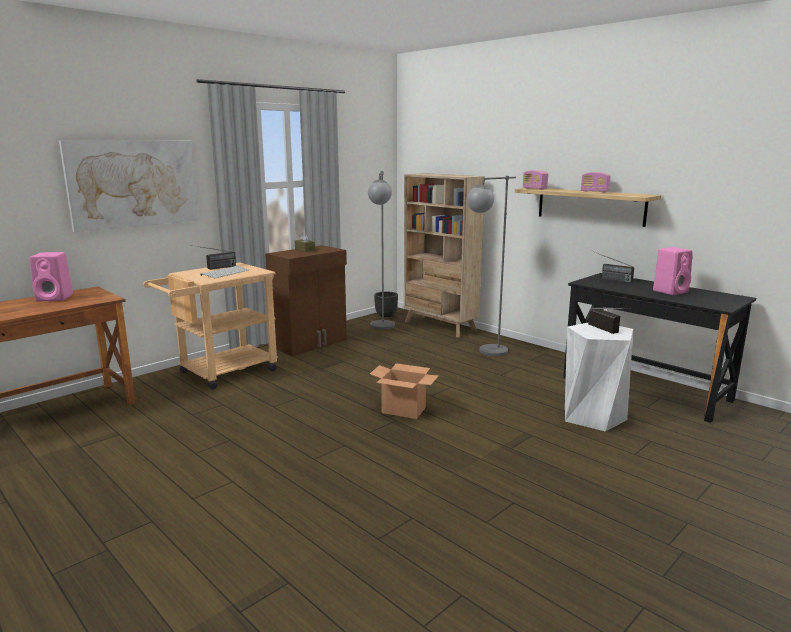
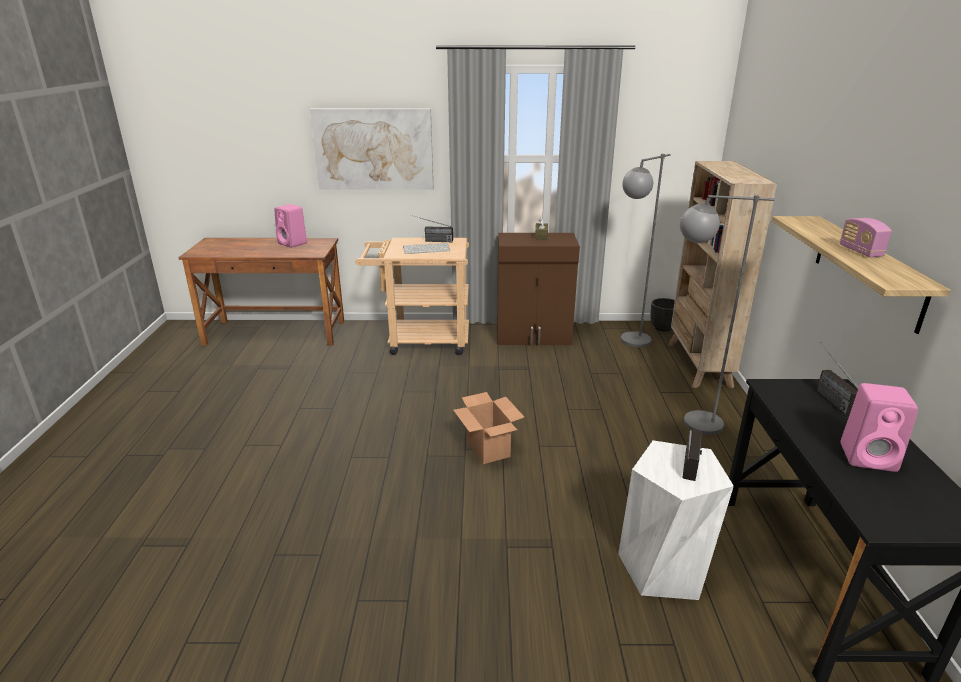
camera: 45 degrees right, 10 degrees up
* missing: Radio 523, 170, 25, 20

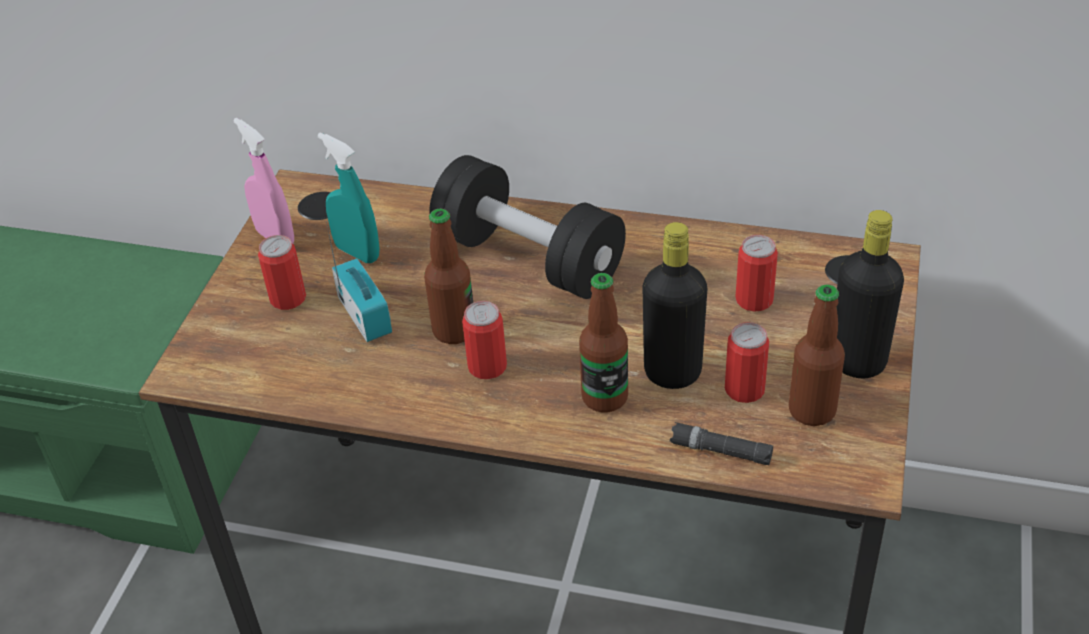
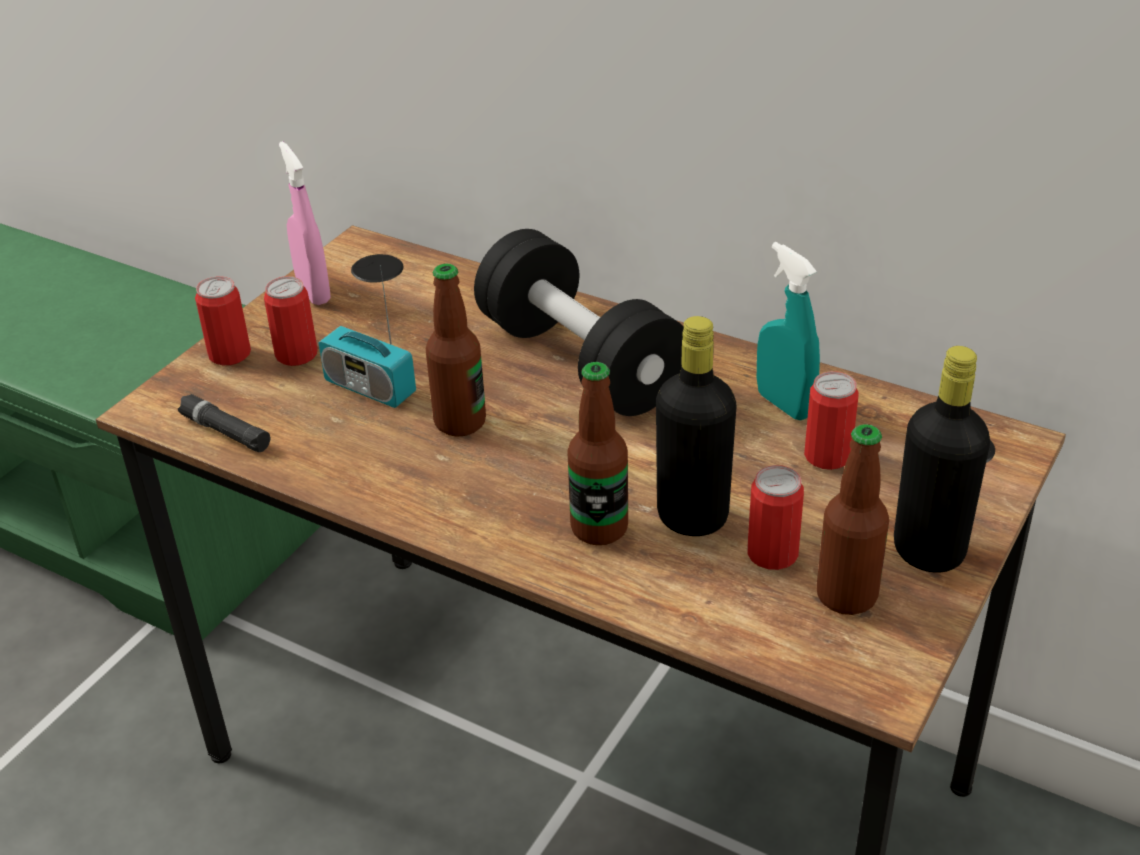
camera: 15 degrees right, 5 degrees down
* relocated: Sprühflasche (türkis) 318, 132, 62, 131 to 757, 242, 63, 178
* relocated: Dose 462, 301, 45, 78 to 195, 276, 56, 89
* relocated: Taschenlampe (schwarz) 670, 422, 103, 43 to 178, 394, 92, 58
* spun: Radio 326, 221, 66, 121 = 319, 265, 97, 143 135 degrees clockwise

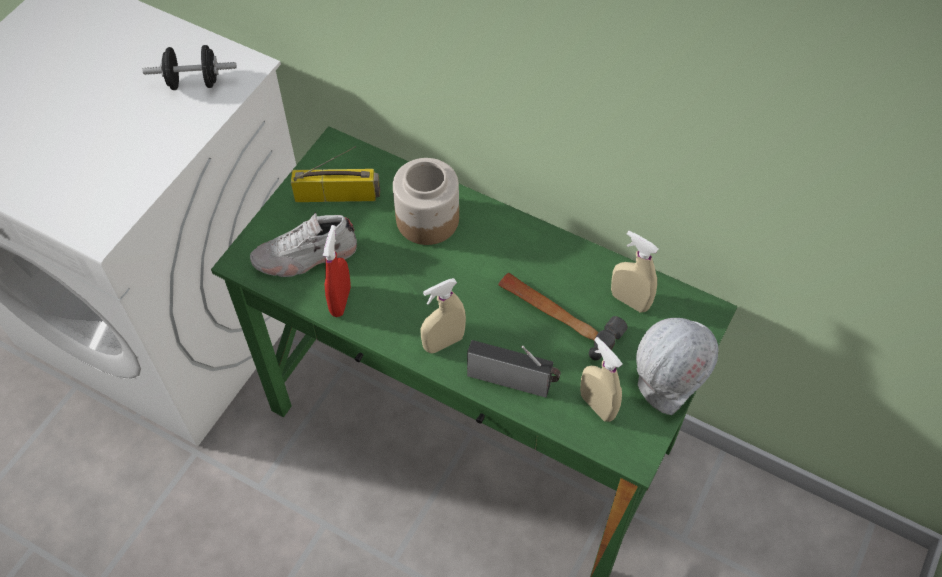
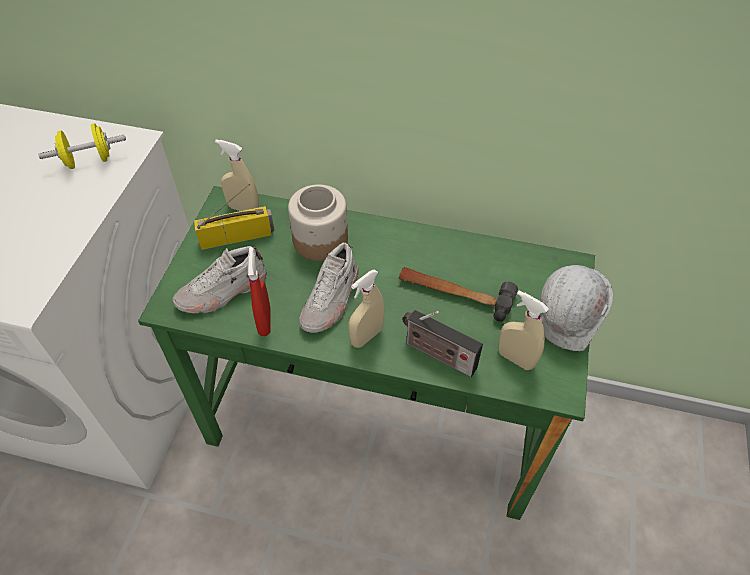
camera: 15 degrees left, 5 degrees down
* appeared: Schuh (weiß) 299, 242, 60, 91
* relocated: Sprühflasche (beige) 611, 231, 47, 82 to 215, 139, 44, 72
* colour: Hantel (schwarz) 143, 45, 94, 45 to Hantel (gelb) 38, 123, 88, 46
* spun: Radio 467, 340, 94, 57 = 402, 310, 81, 67 150 degrees counterclockwise

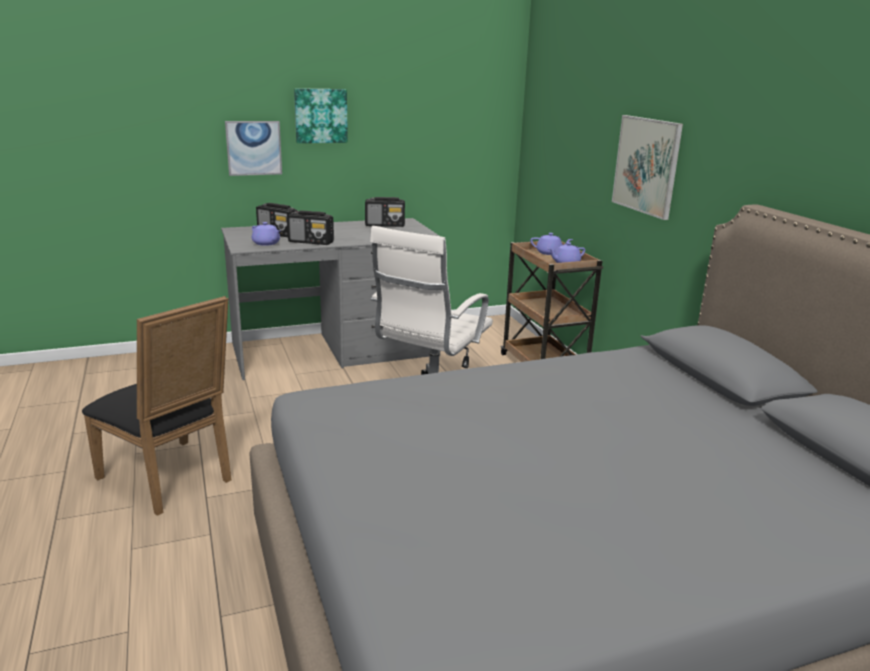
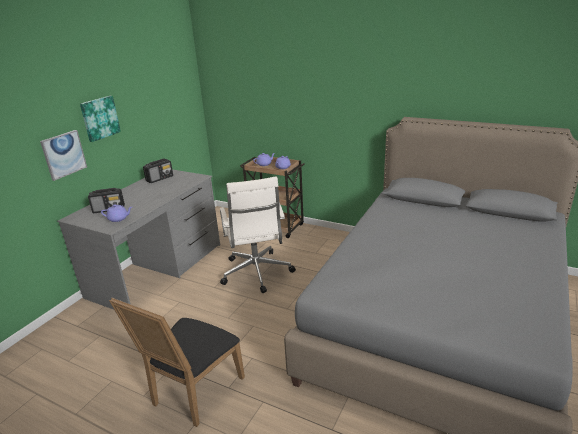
camera: 40 degrees left, 5 degrees up
* missing: Radio 287, 210, 47, 35
* missing: Bild 612, 115, 71, 105
* spun: Stuhl (schwarz) 82, 296, 149, 220 = 109, 298, 136, 129 120 degrees clockwise

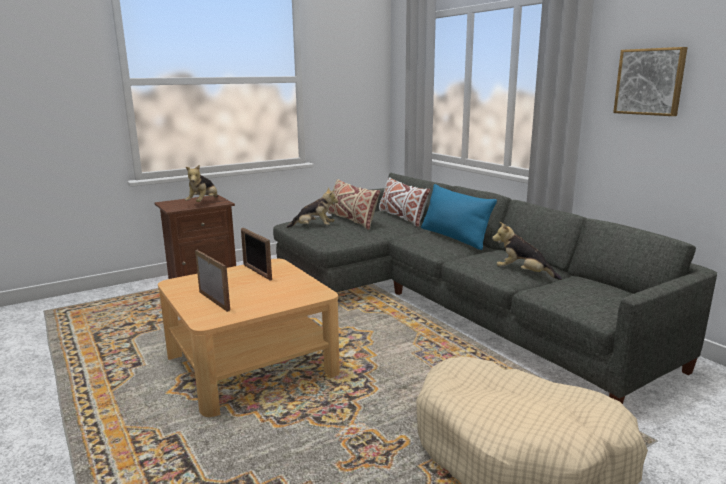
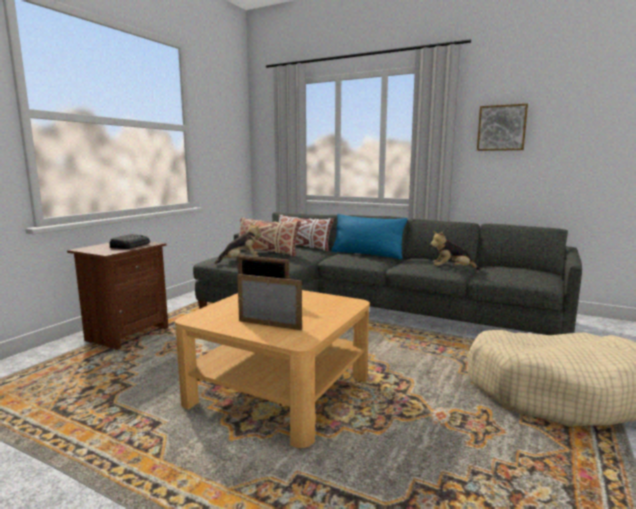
camera: 30 degrees left, 5 degrees down
* exchanged: Plüschtier 185, 165, 32, 37 to Radio 110, 234, 40, 15

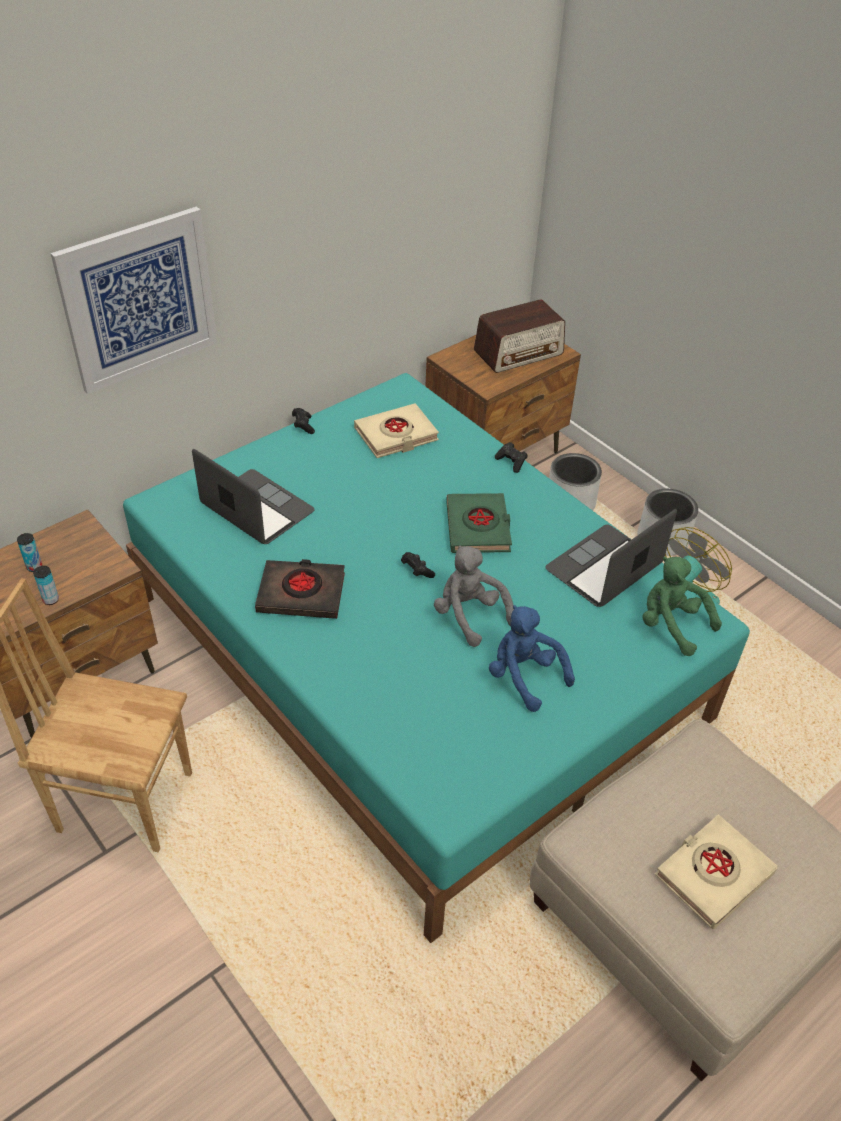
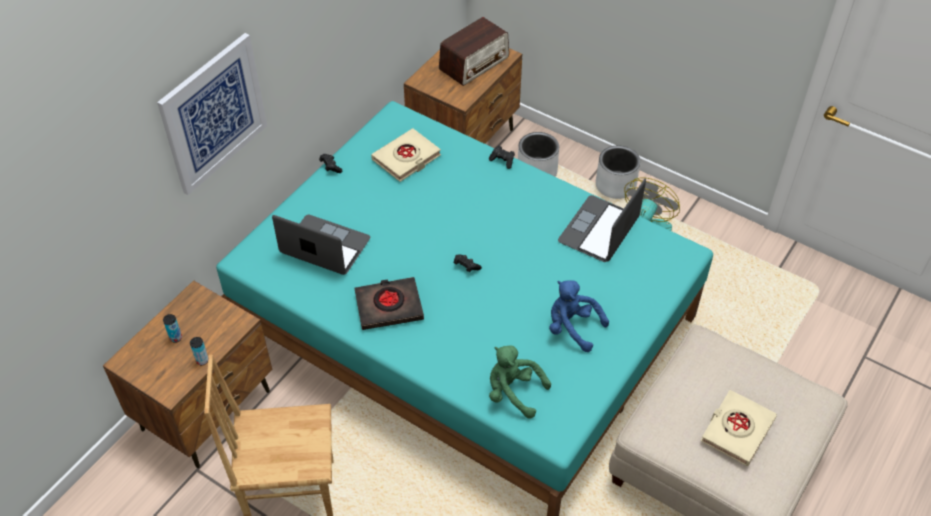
camera: 15 degrees left, 5 degrees up
* missing: Plüschtier (grau) 434, 545, 80, 102
* missing: Buch (grün) 446, 493, 66, 60
* relocated: Plüschtier (grün) 643, 557, 79, 99 to 489, 345, 62, 74

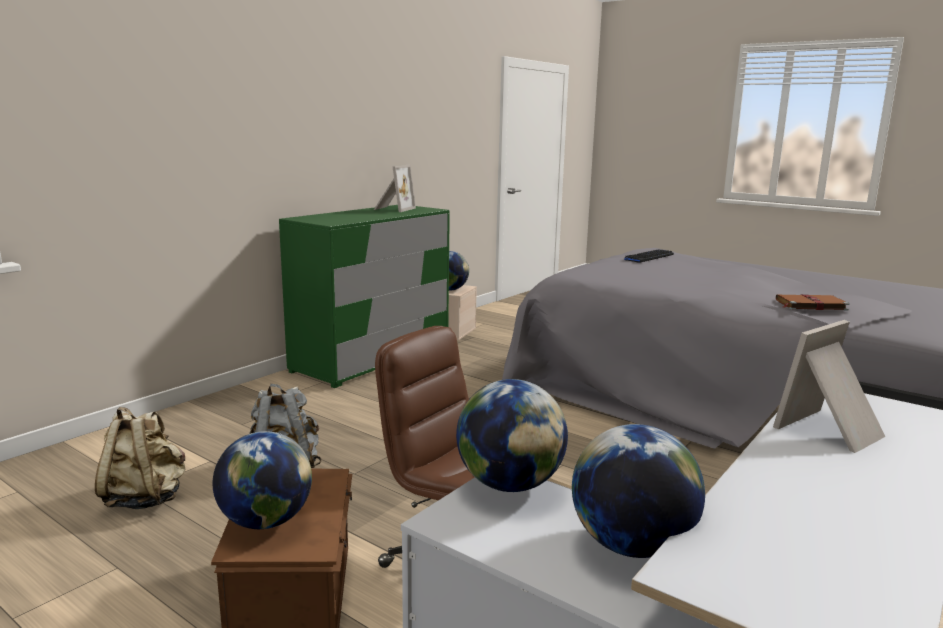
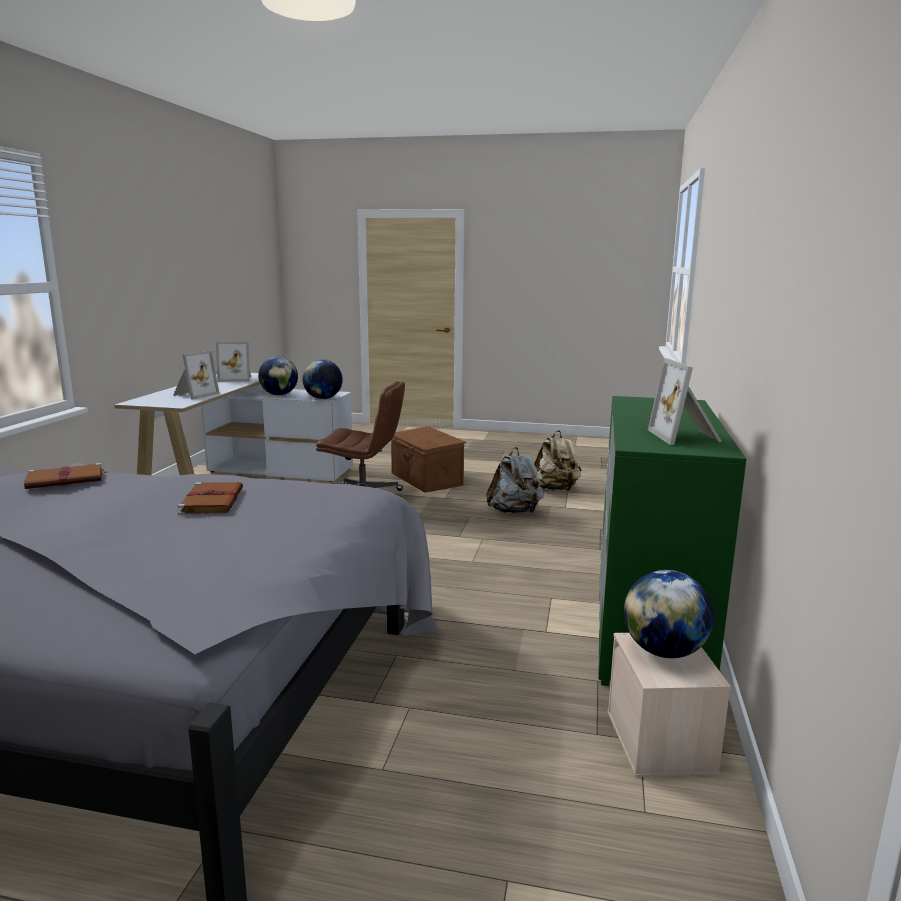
camera: 155 degrees right, 0 degrees up
* missing: Globus 213, 431, 99, 98
* missing: Tastatur 624, 249, 50, 14
* appeared: Buch (braun) 178, 482, 65, 33
* appeared: Bilderrahmen 216, 342, 35, 40

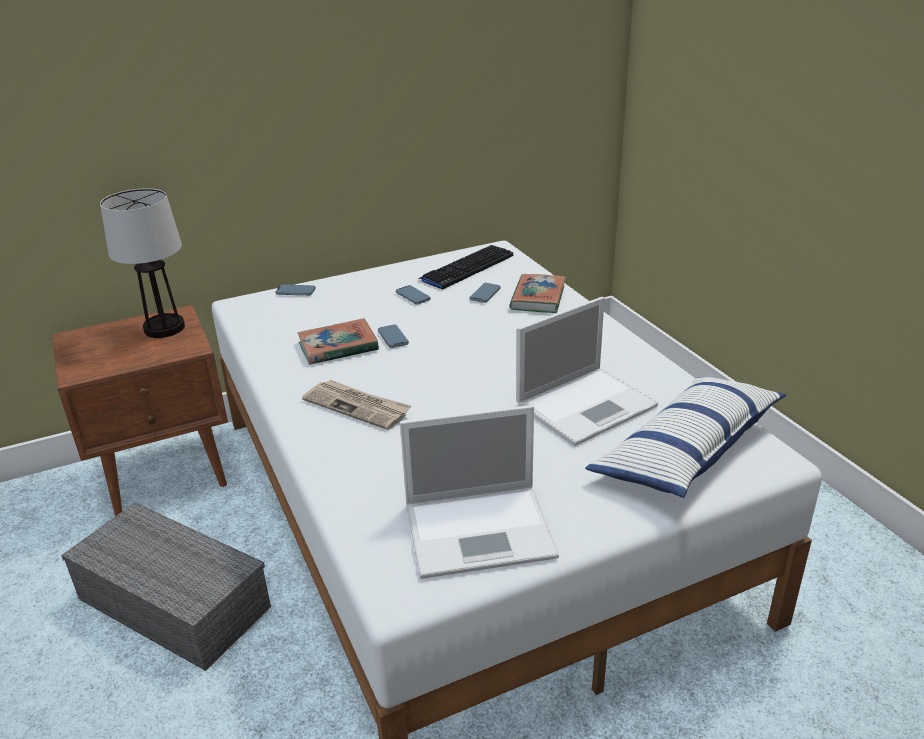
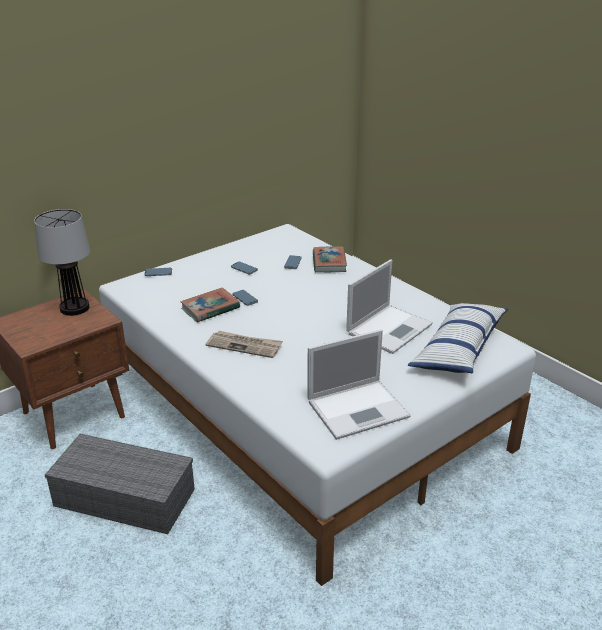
camera: 15 degrees left, 0 degrees up
* missing: Tastatur 418, 245, 95, 45

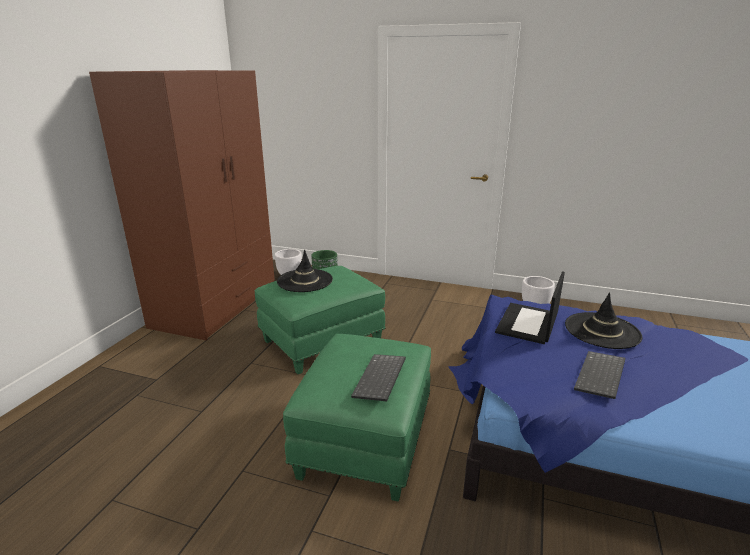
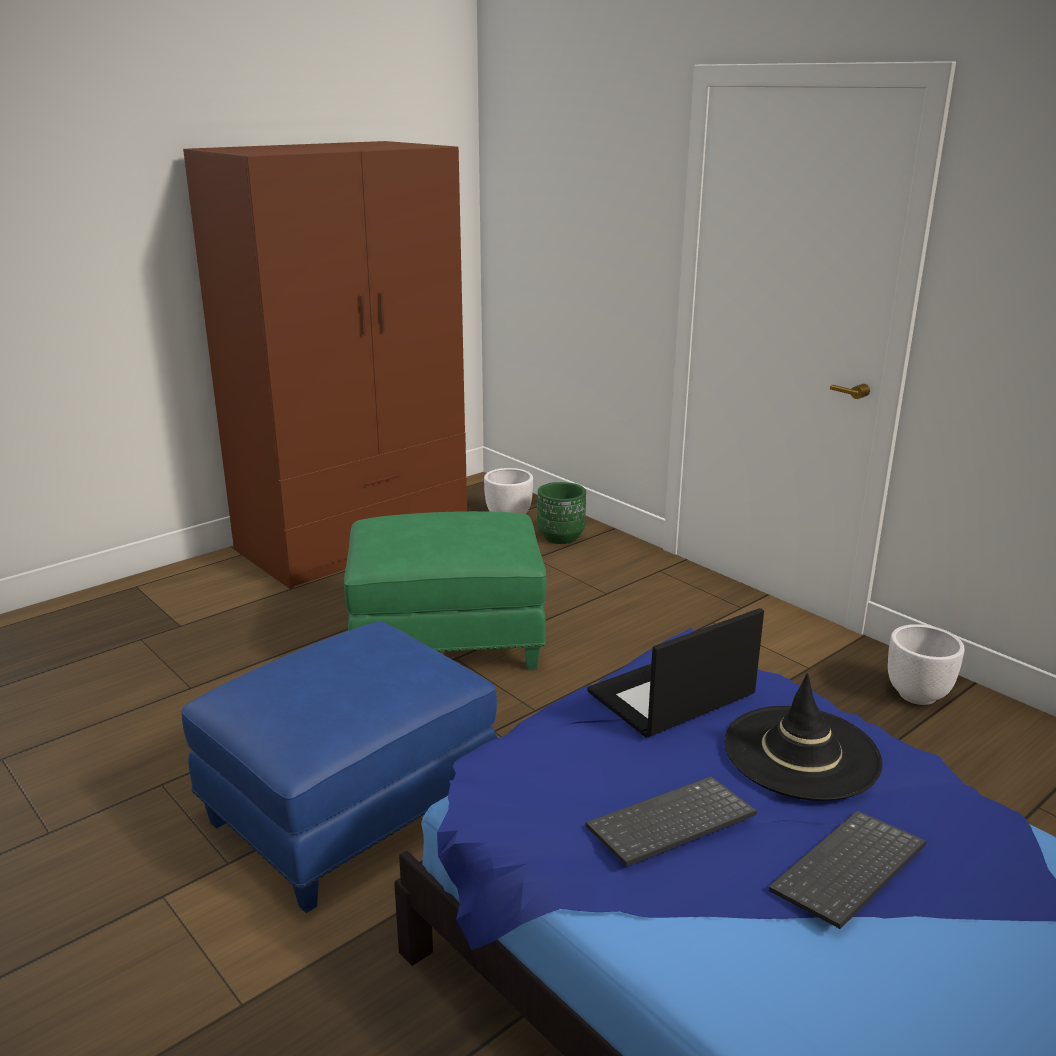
camera: 30 degrees right, 0 degrees up
* missing: Hut (schwarz) 277, 250, 56, 42
* relocated: Tastatur 351, 354, 55, 47 to 769, 811, 157, 118
* colour: Polsterhocker (grün) 283, 334, 148, 168 to Polsterhocker (blau) 181, 621, 316, 292

